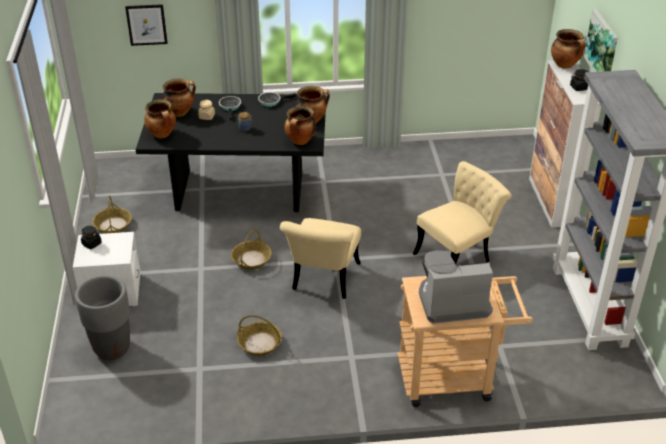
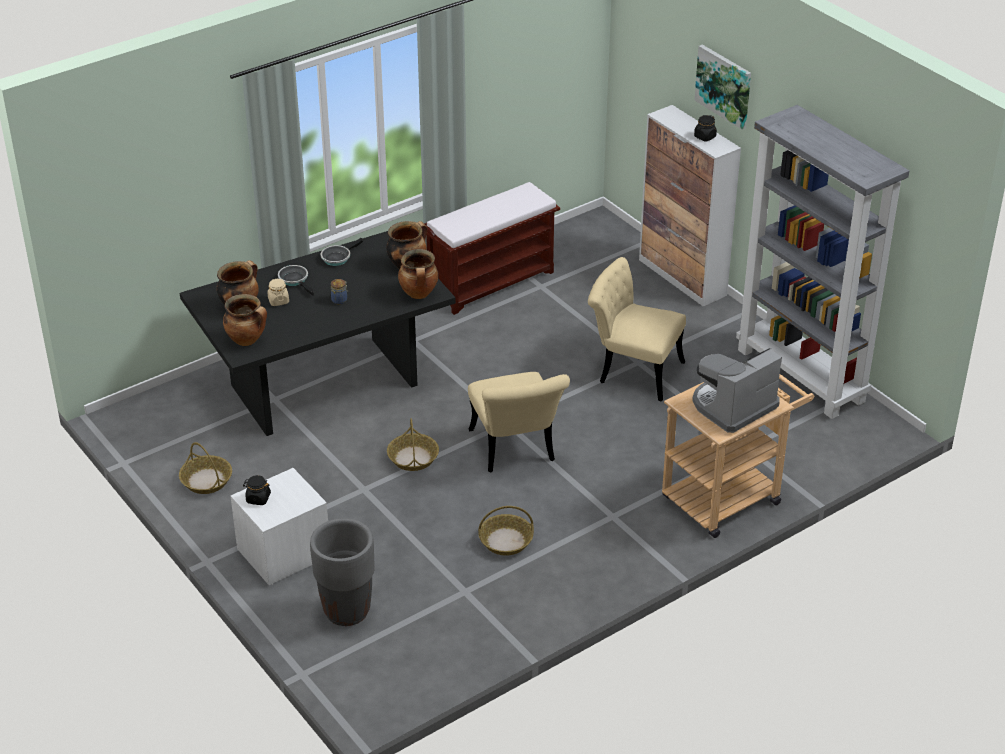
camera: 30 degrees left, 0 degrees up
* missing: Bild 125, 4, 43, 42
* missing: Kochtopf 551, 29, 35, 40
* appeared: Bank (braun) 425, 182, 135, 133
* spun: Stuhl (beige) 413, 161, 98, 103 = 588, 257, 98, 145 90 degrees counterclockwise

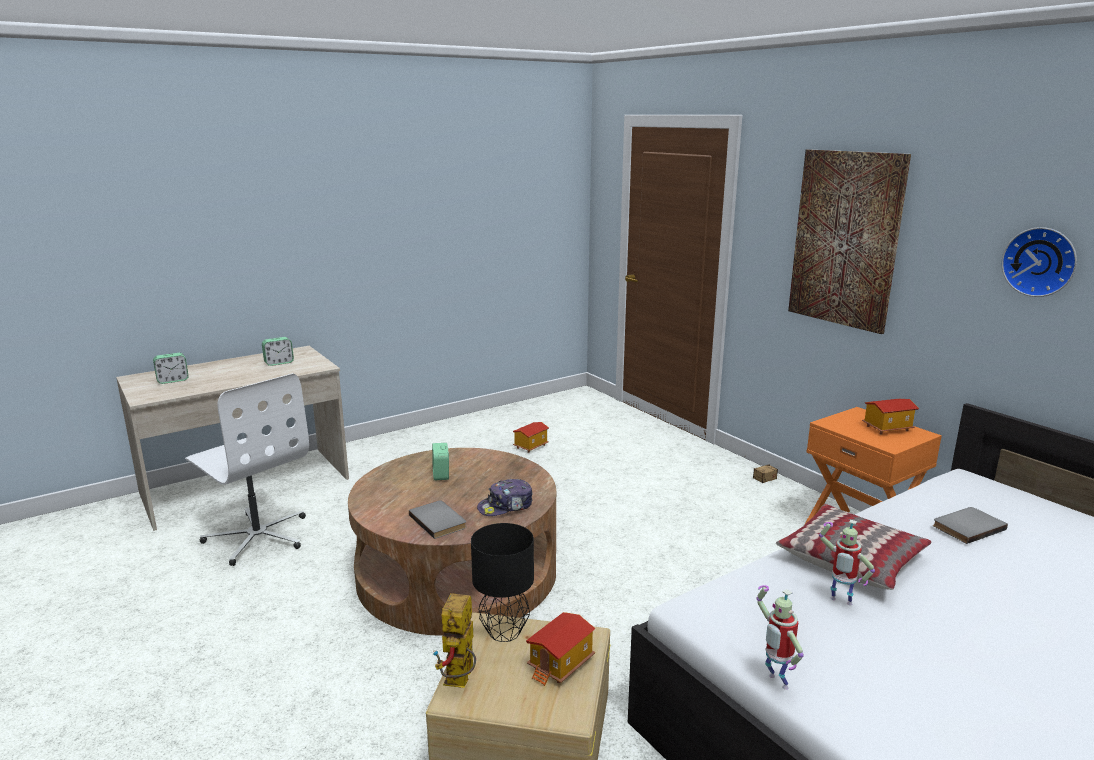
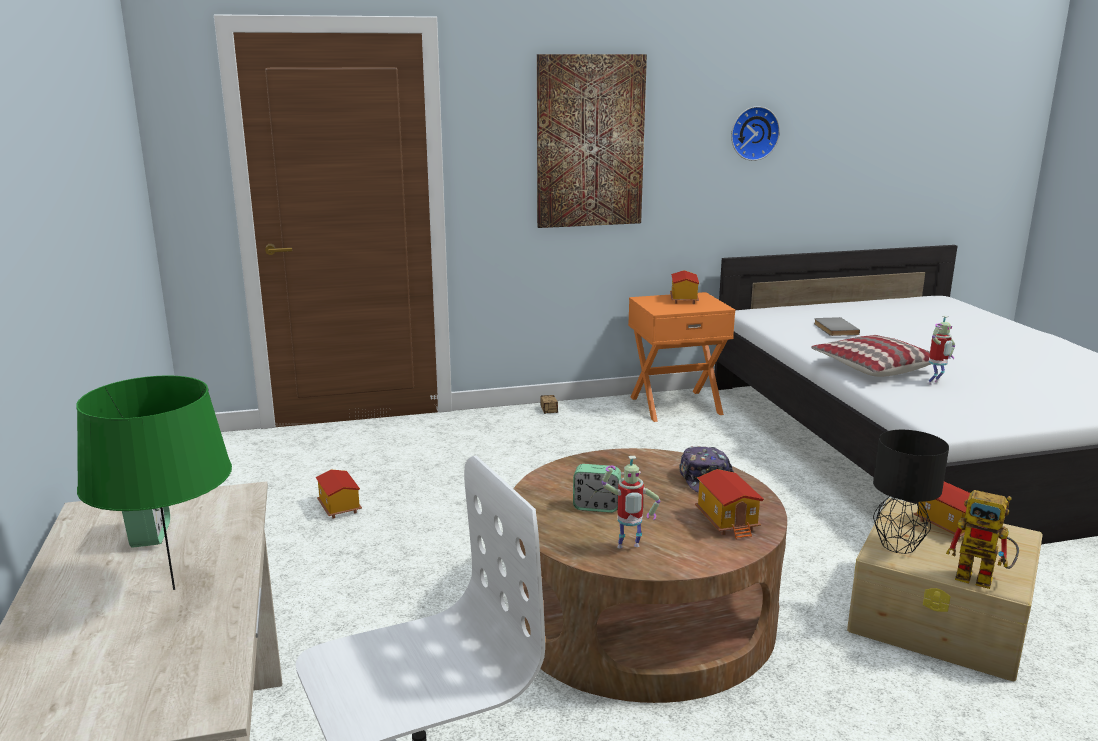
camera: 70 degrees left, 0 degrees up
* missing: Wecker 153, 353, 36, 31
* appeared: Tischlampe (grün) 76, 375, 156, 215
* relocated: Spielzeugroboter 757, 585, 47, 105 to 601, 456, 60, 92
* exchanged: Buch (grau) 409, 500, 58, 39 to Spielzeughaus 695, 469, 69, 70

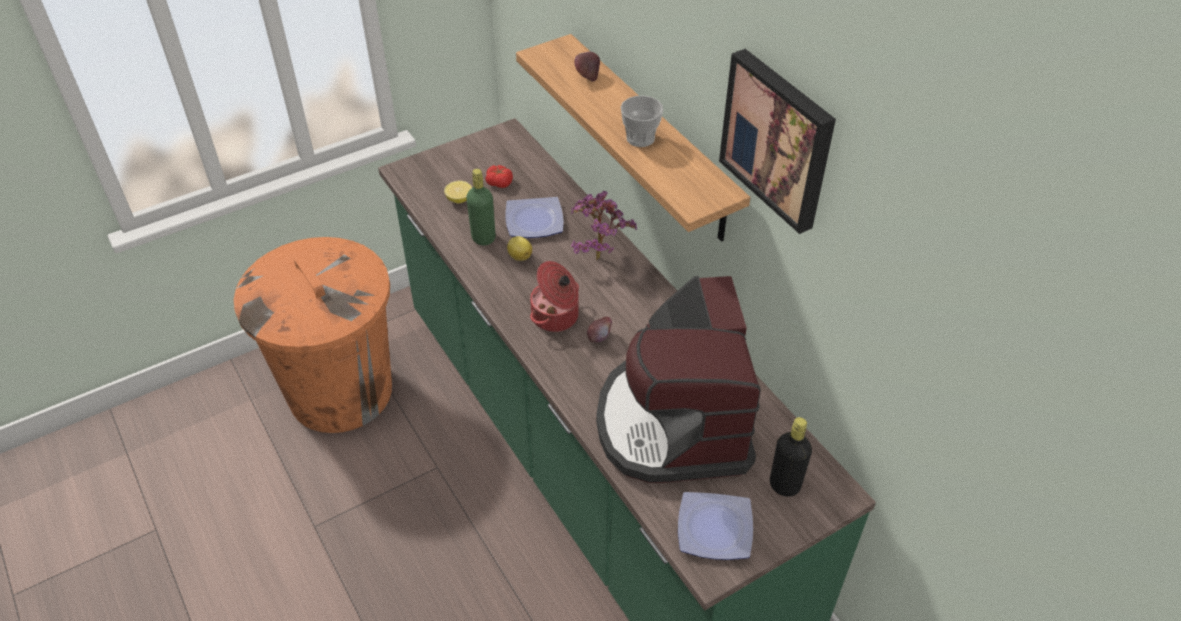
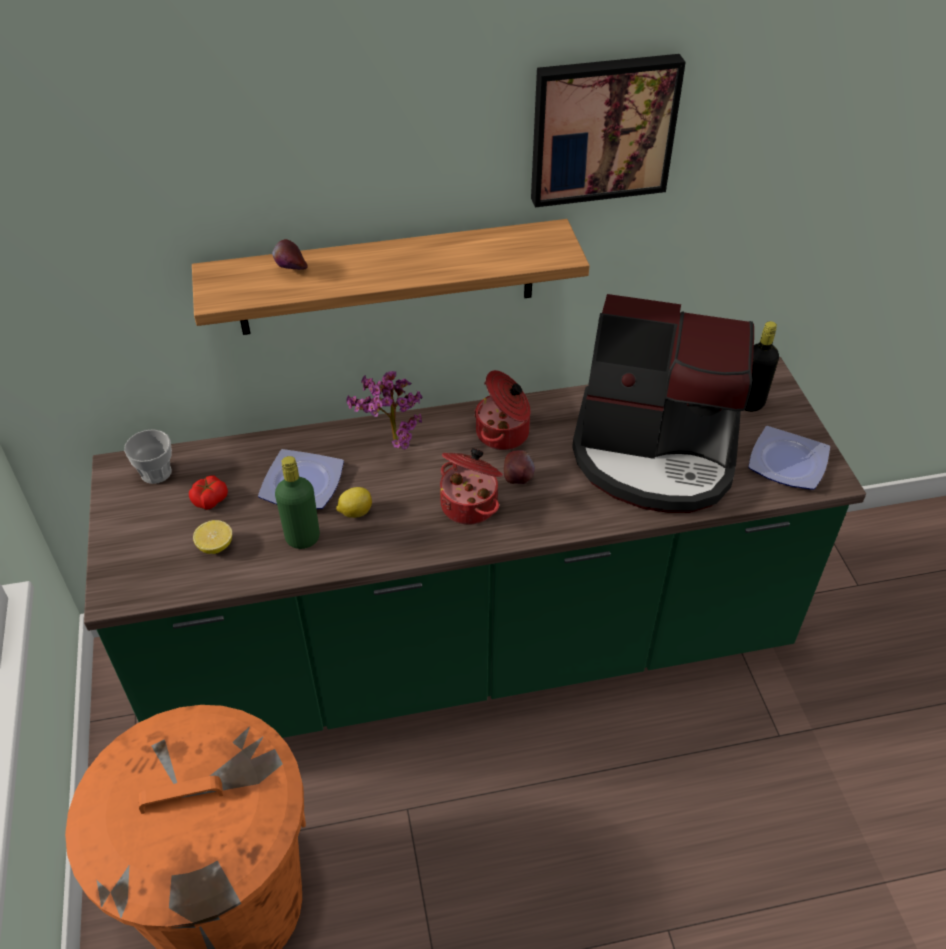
camera: 70 degrees left, 0 degrees up
* appeared: Kochtopf 474, 370, 56, 80
* relocated: Tasse 621, 96, 42, 51 to 124, 429, 48, 55

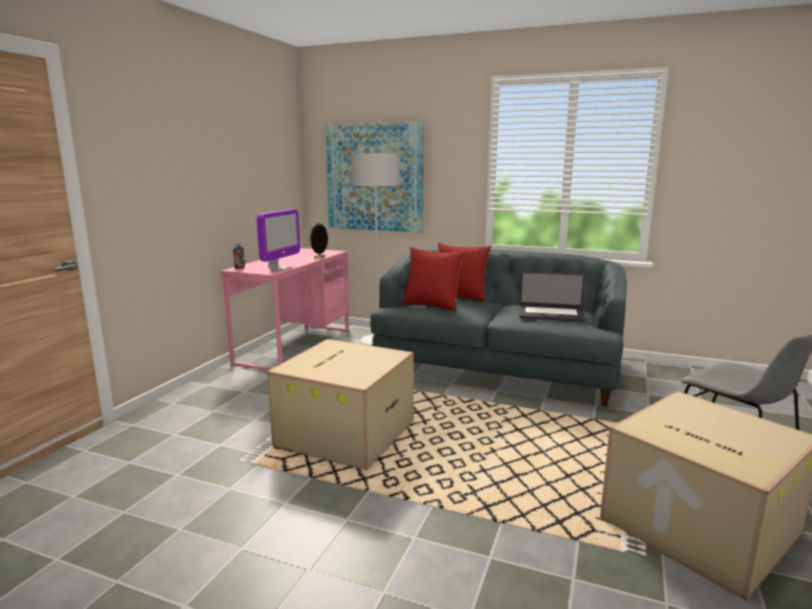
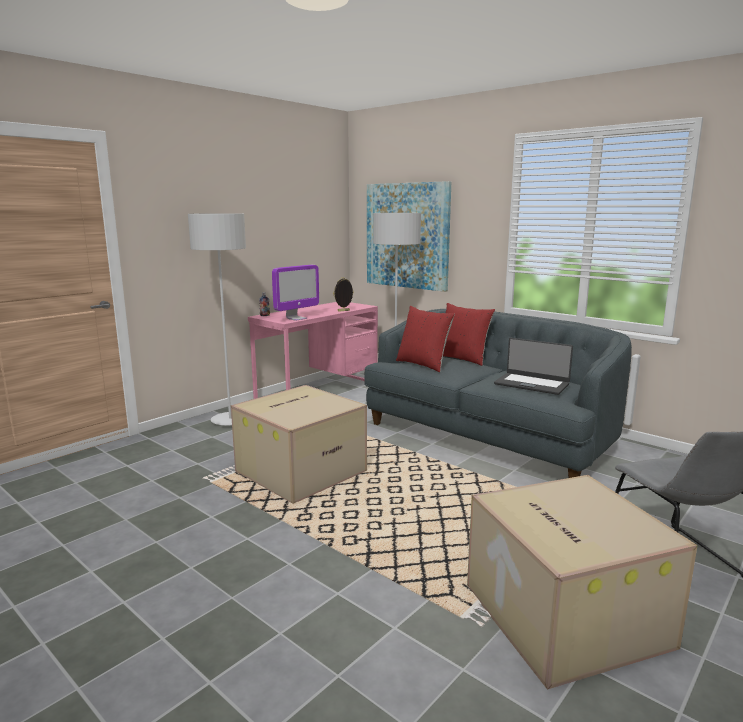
camera: 20 degrees right, 0 degrees up
* appeared: Stehlampe (grau) 188, 213, 58, 213

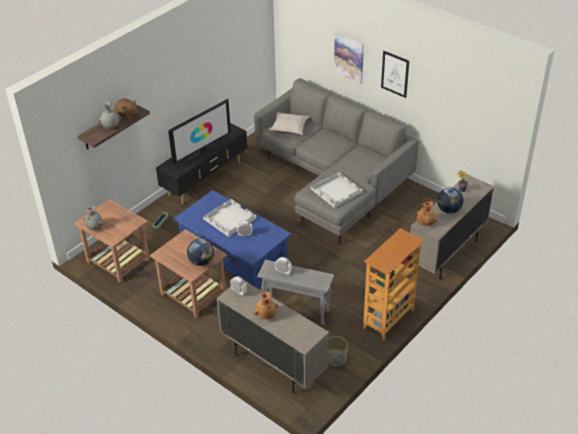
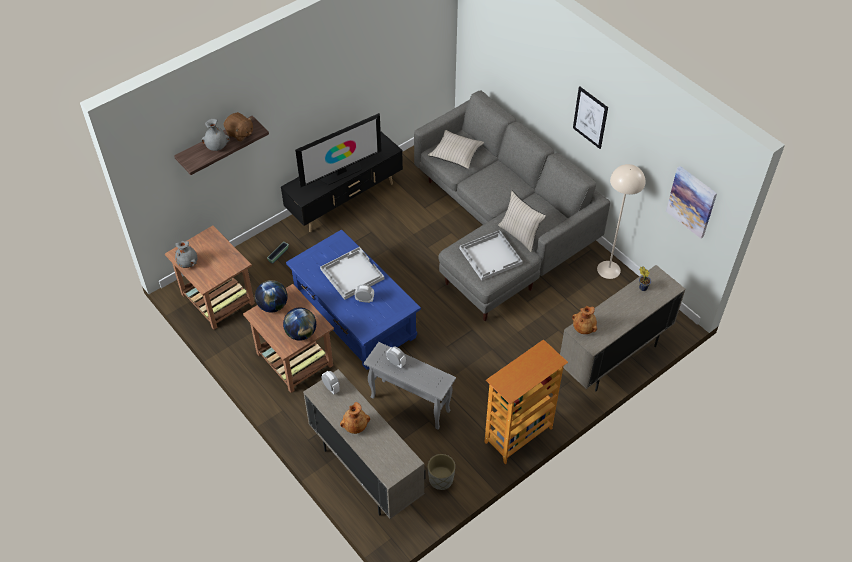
camera: 10 degrees right, 10 degrees up
* appeared: Kissen (beige) 498, 191, 48, 61
* appeared: Stehlampe (beige) 597, 164, 49, 115
* relocated: Bild 334, 33, 30, 51 to 666, 166, 51, 72
* relocated: Globus 437, 187, 26, 27 to 255, 280, 33, 33

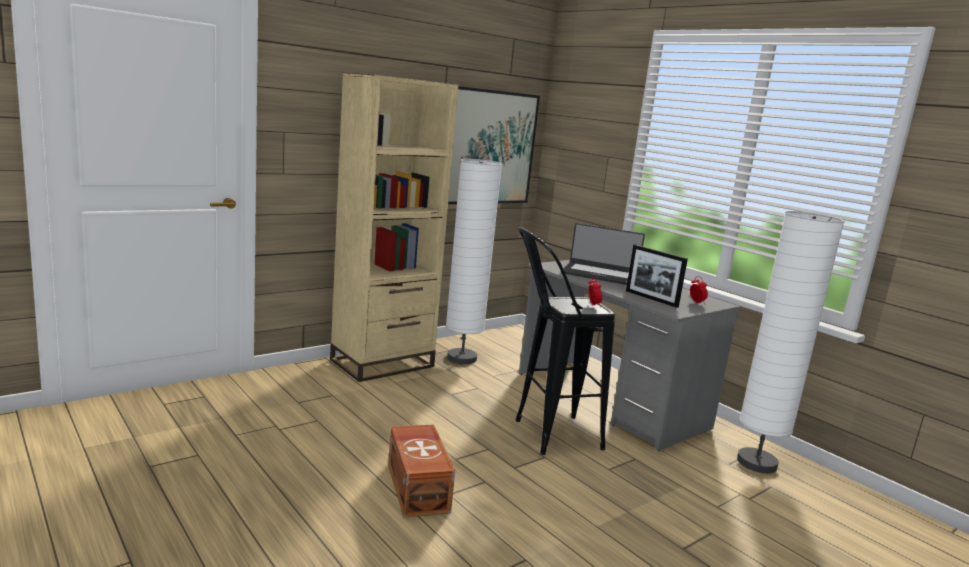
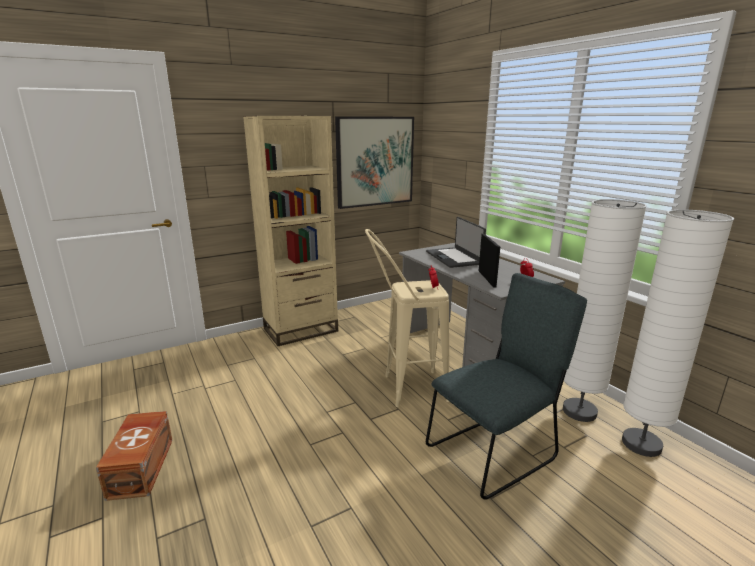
camera: 10 degrees right, 5 degrees up
* appeared: Stuhl (grau) 426, 273, 161, 227
* relocated: Aufbewahrungsbox (braun) 388, 424, 67, 94 to 96, 411, 76, 90
* relocated: Stehlampe (weiß) 446, 159, 56, 205 to 622, 209, 112, 248
* colour: Hocker (schwarz) 516, 227, 99, 228 to Hocker (beige) 365, 229, 84, 178
* spun: Laptop 563, 223, 82, 62 = 426, 217, 60, 51 45 degrees clockwise
* spun: Bilderrahmen 626, 245, 62, 63 = 479, 234, 21, 54 150 degrees counterclockwise

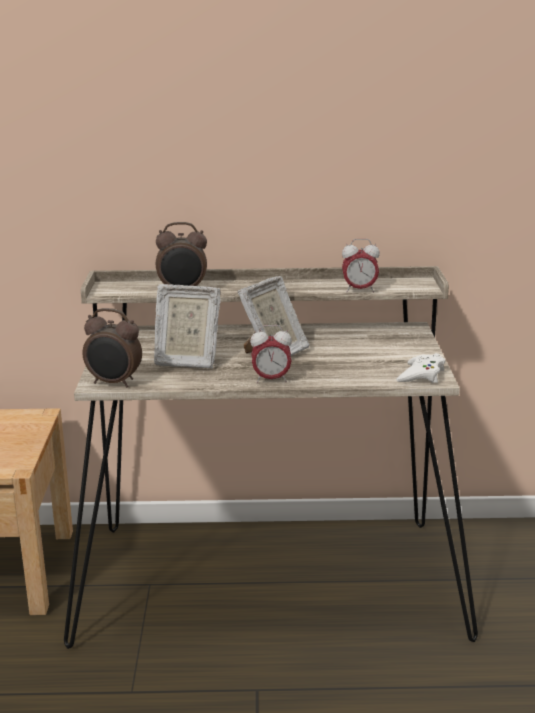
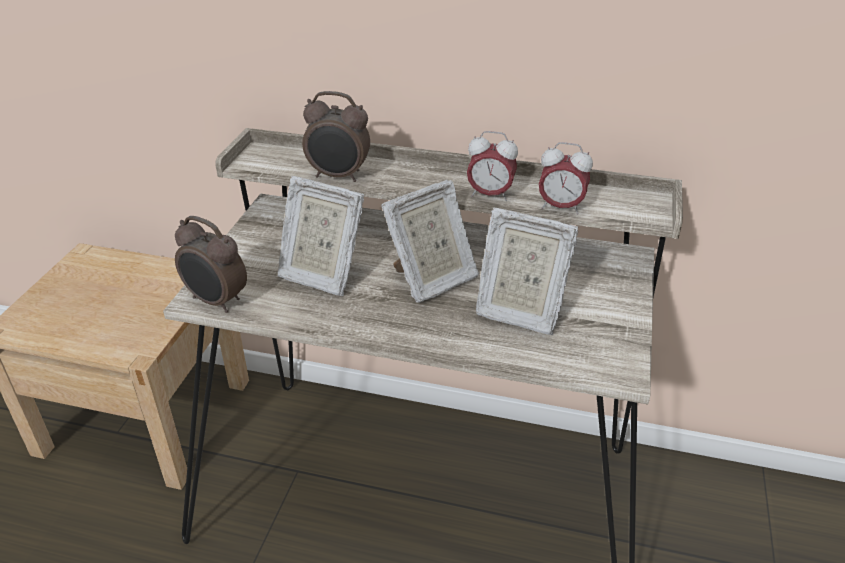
camera: 15 degrees right, 15 degrees up
* missing: Gamepad (weiß) 396, 353, 49, 30
* appeared: Bilderrahmen 476, 208, 102, 127
* relocated: Wecker 250, 325, 42, 58 to 467, 131, 51, 70

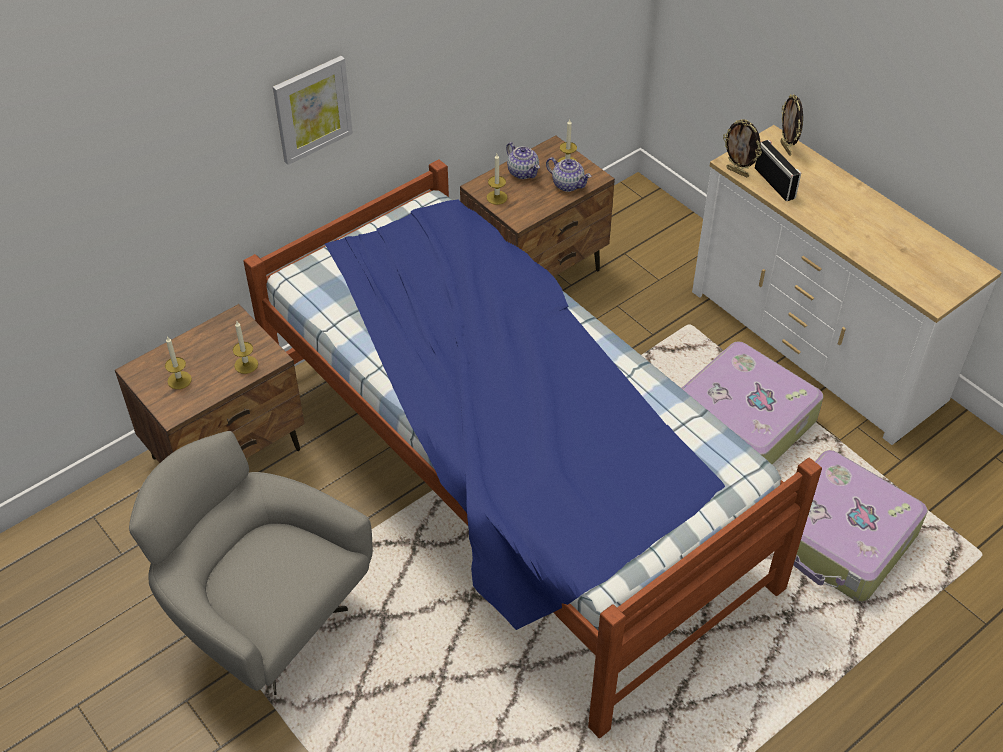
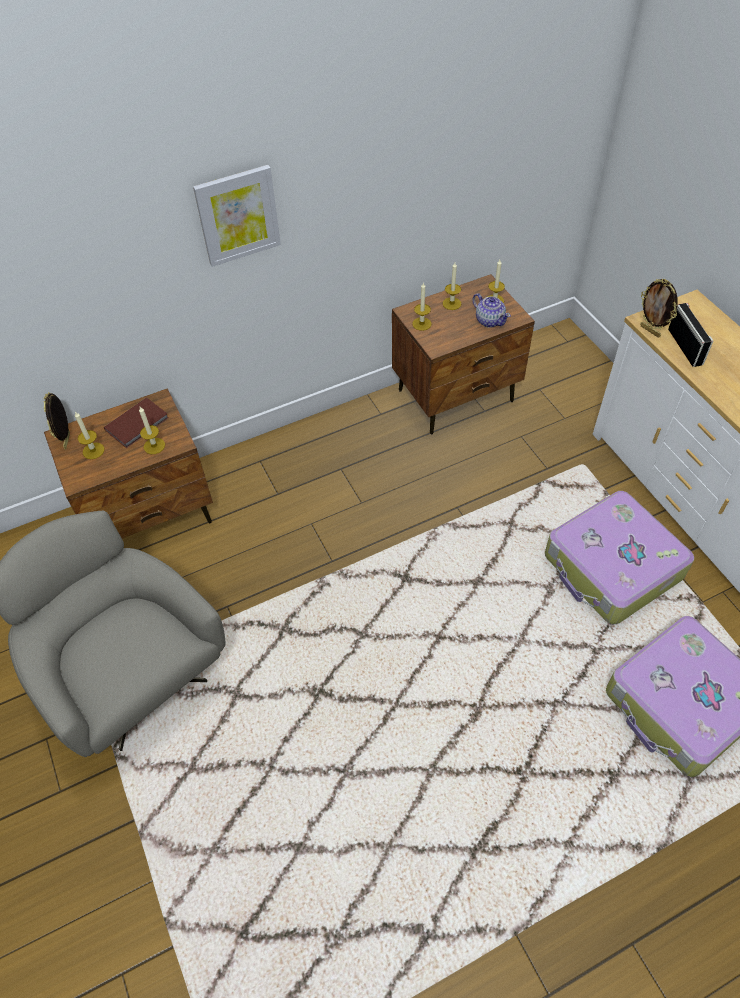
camera: 15 degrees right, 5 degrees up
* missing: Bett 243, 159, 579, 579
* appeared: Buch (braun) 104, 397, 65, 51
* relocated: Bilderrahmen 781, 94, 22, 62 to 44, 392, 26, 57
* exchanged: Teekanne 506, 142, 34, 37 to Kerze 443, 263, 18, 47

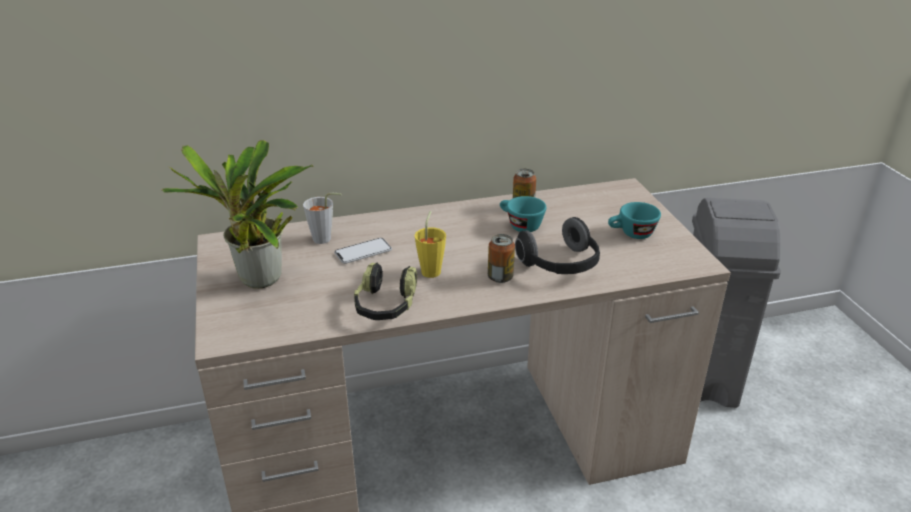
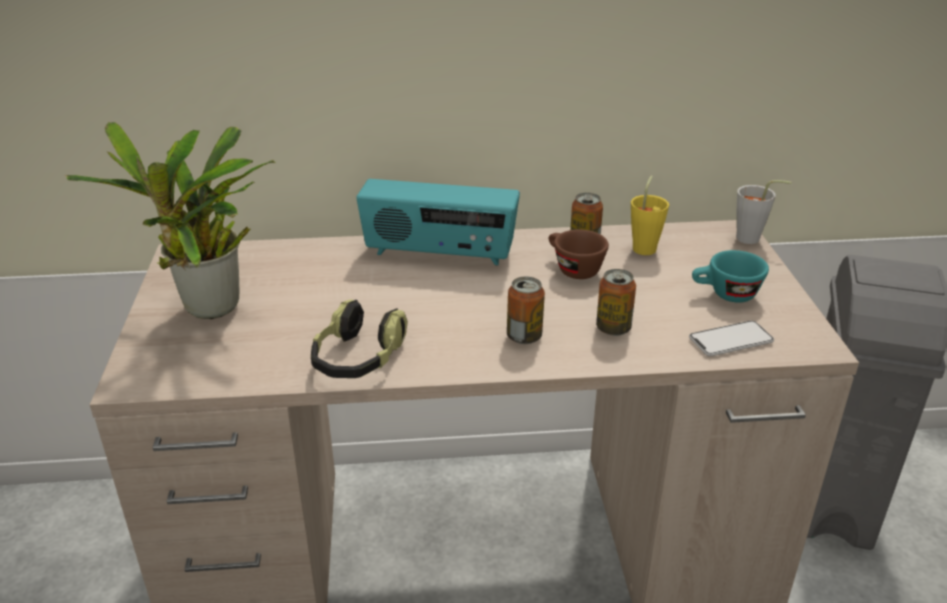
camera: 10 degrees right, 0 degrees up
* appeared: Radio 356, 179, 164, 86
* relocated: Tasse (grau) 303, 193, 39, 51 to 736, 180, 56, 64
* relocated: Handy 334, 238, 58, 26 to 689, 321, 85, 35
* relocated: Tasse (gelb) 415, 211, 31, 67 to 631, 176, 38, 79
* exchanged: Kopfhörer 515, 217, 85, 57 to Dose 596, 269, 40, 67
* colour: Tasse (türkis) 500, 196, 46, 36 to Tasse (braun) 549, 229, 60, 50

